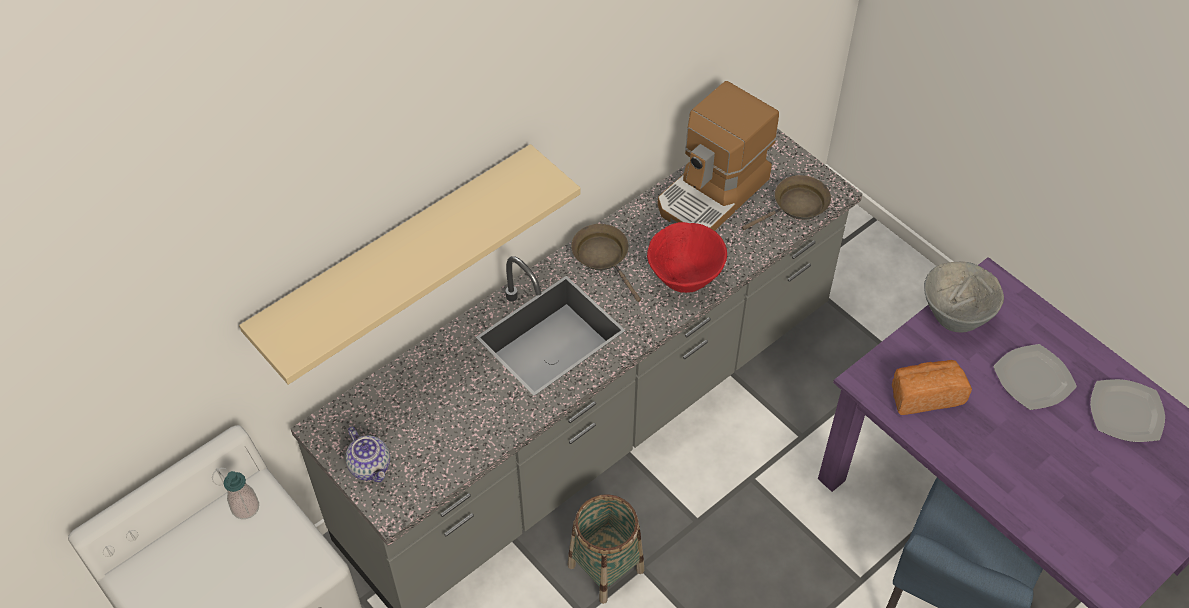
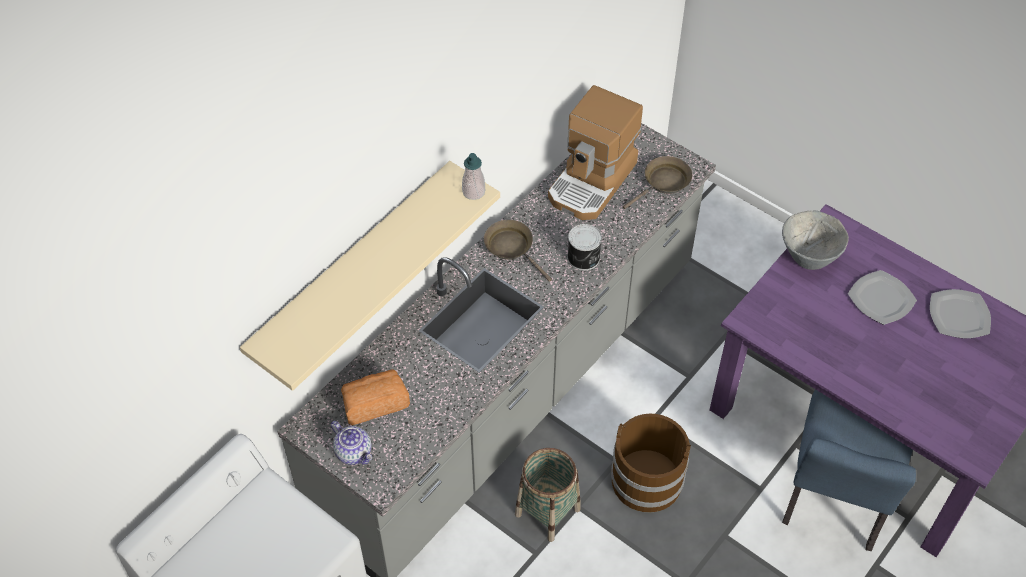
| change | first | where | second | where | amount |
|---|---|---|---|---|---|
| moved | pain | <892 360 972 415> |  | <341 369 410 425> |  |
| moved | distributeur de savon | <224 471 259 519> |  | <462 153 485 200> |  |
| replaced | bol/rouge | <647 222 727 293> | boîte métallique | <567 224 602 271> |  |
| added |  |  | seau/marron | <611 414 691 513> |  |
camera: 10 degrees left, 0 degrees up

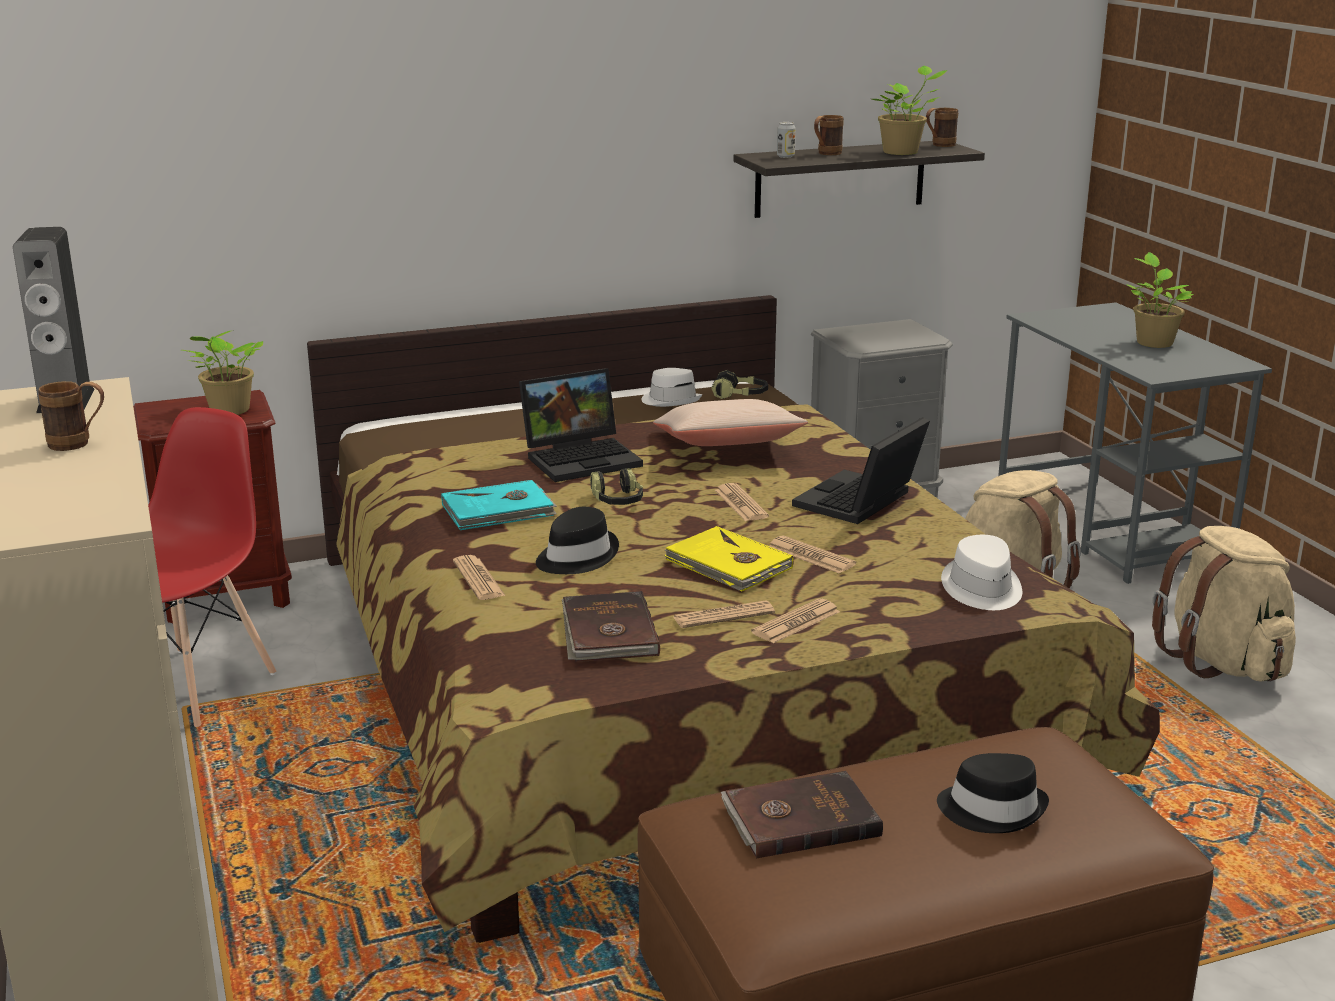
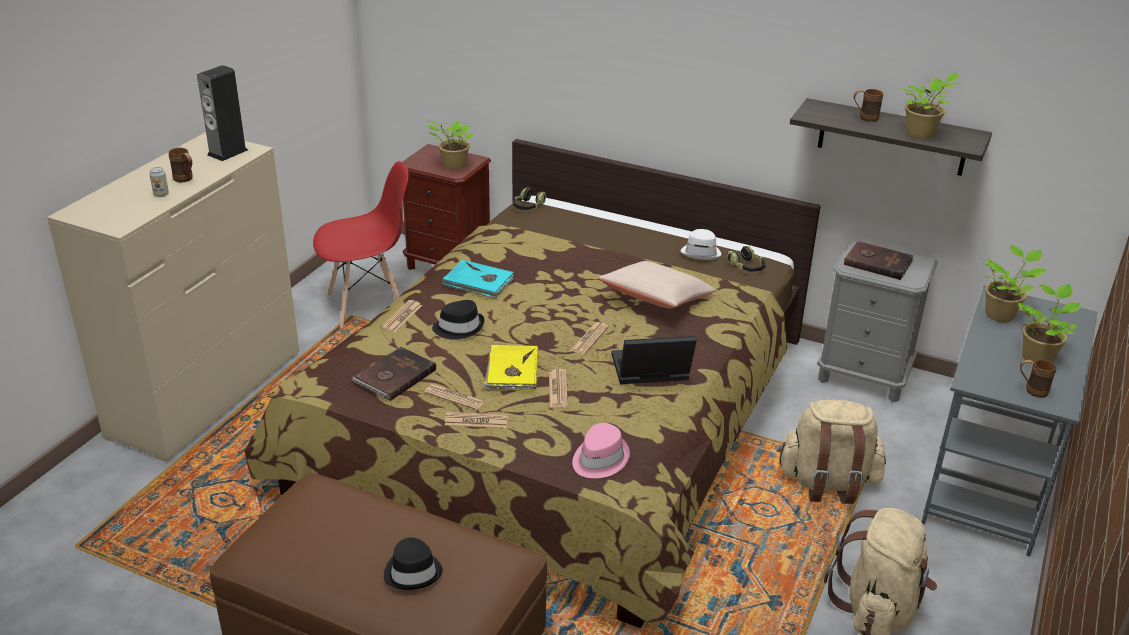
| change | first | where | second | where | amount |
|---|---|---|---|---|---|
| moved | boîte métallique | <777 122 796 158> |  | <149 167 169 197> |  |
| moved | casque audio | <590 468 643 505> |  | <513 188 546 210> |  |
| recoloured | chapeau/blanc | <941 535 1022 610> | chapeau/rose | <572 423 630 478> |  |
| moved | livre/marron | <721 771 883 858> |  | <844 241 914 280> |  |
| added |  |  | plante en pot | <982 245 1046 322> |  |
| moved | mug/marron | <926 108 958 147> |  | <1020 359 1057 398> |  |
| removed | ordinateur portable | <519 368 643 482> |  |  |  |
camera: 45 degrees right, 10 degrees up

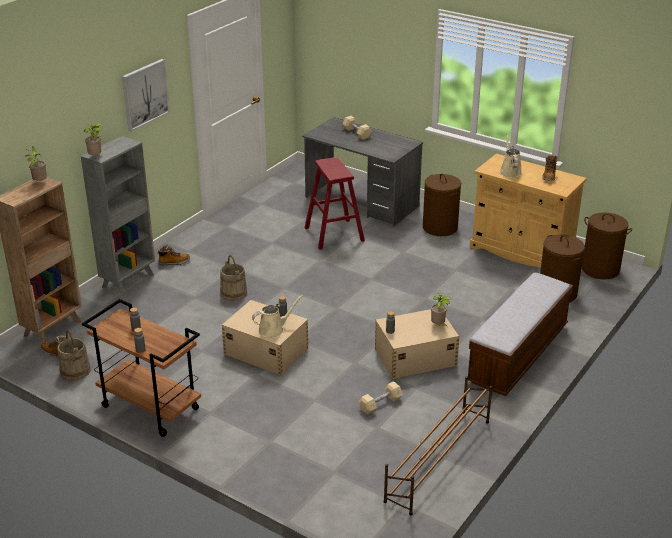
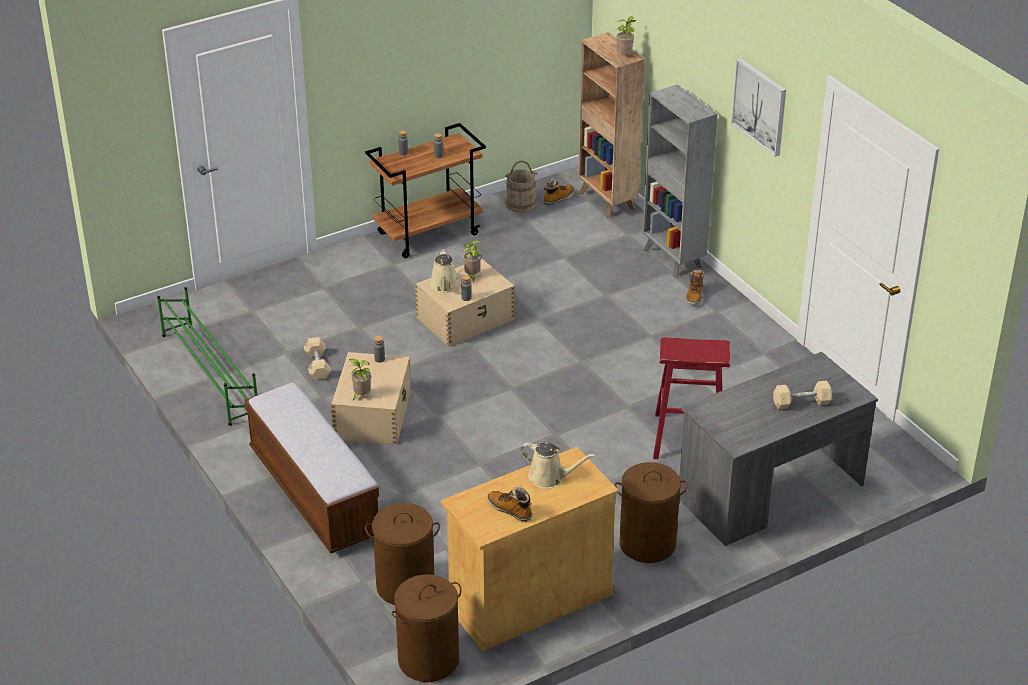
| change | first | where | second | where | amount |
|---|---|---|---|---|---|
| recoloured | étagère à chaussures/marron | <384 376 492 515> | étagère à chaussures/vert | <157 287 257 426> |  |
| moved | plante en pot | <84 123 103 155> |  | <463 240 481 282> |  |
| removed | seau/beige | <220 255 247 301> |  |  |  |
camera: 115 degrees right, 5 degrees up

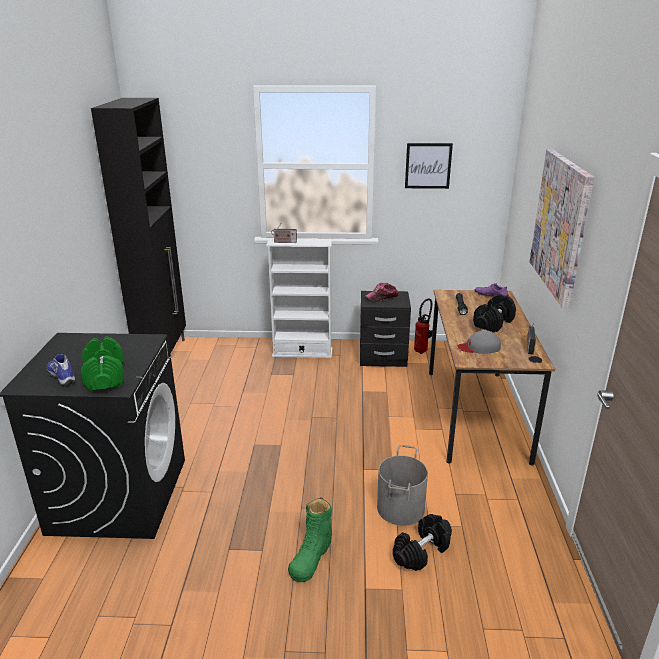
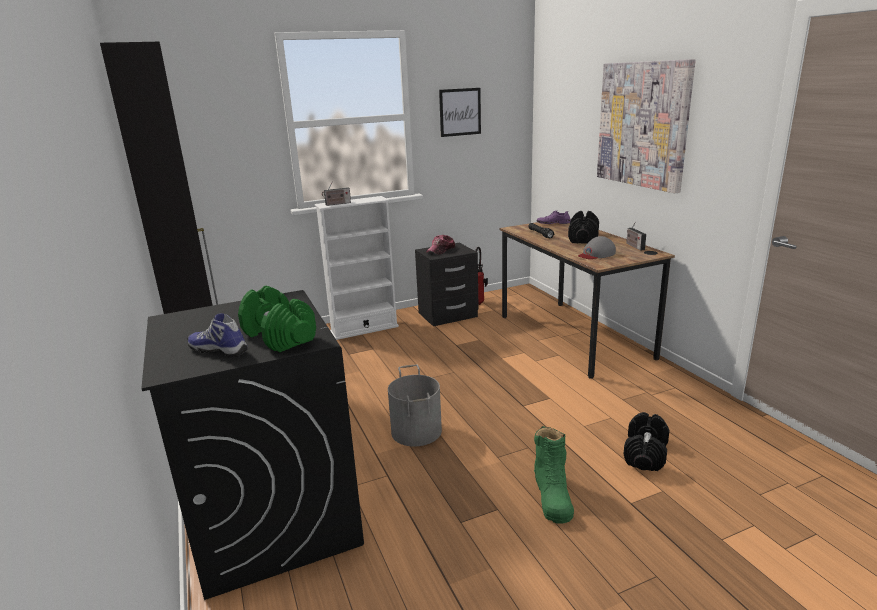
| change | first | where | second | where | amount |
|---|---|---|---|---|---|
| moved | seau/gris | <377 445 428 526> |  | <388 364 442 446> |  |
camera: 25 degrees left, 5 degrees down

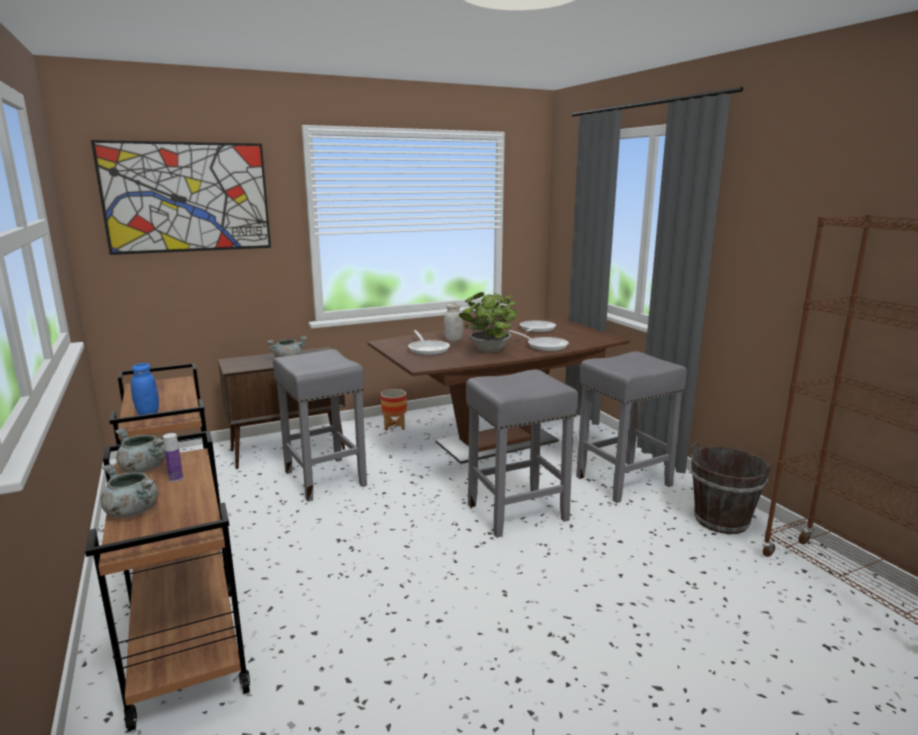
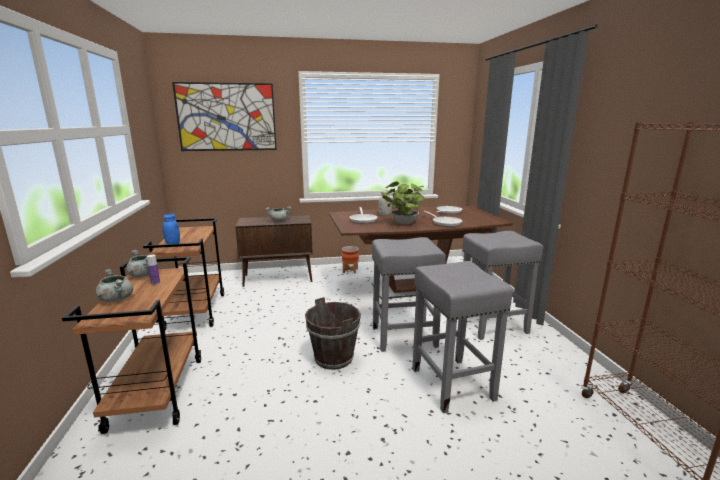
| change | first | where | second | where | amount |
|---|---|---|---|---|---|
| moved | seau/marron | <691 442 773 534> |  | <305 297 361 370> |  |
| moved | tabouret/gris | <273 349 367 502> |  | <412 261 513 413> |  |
camera: 15 degrees right, 0 degrees up

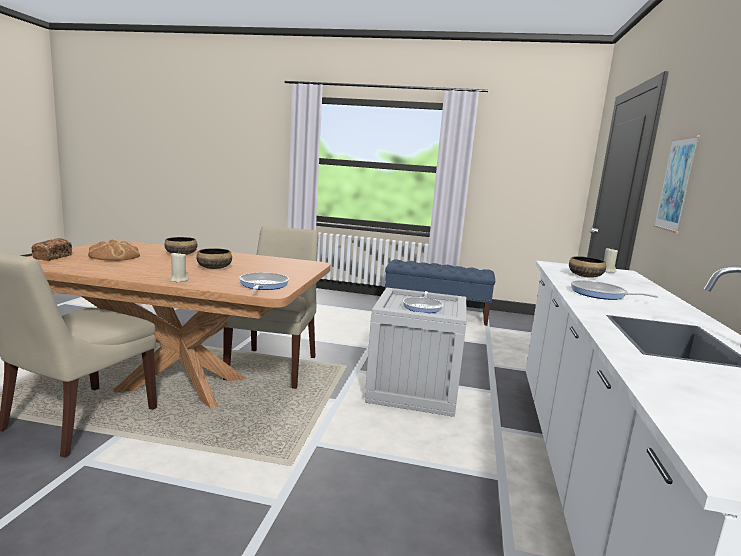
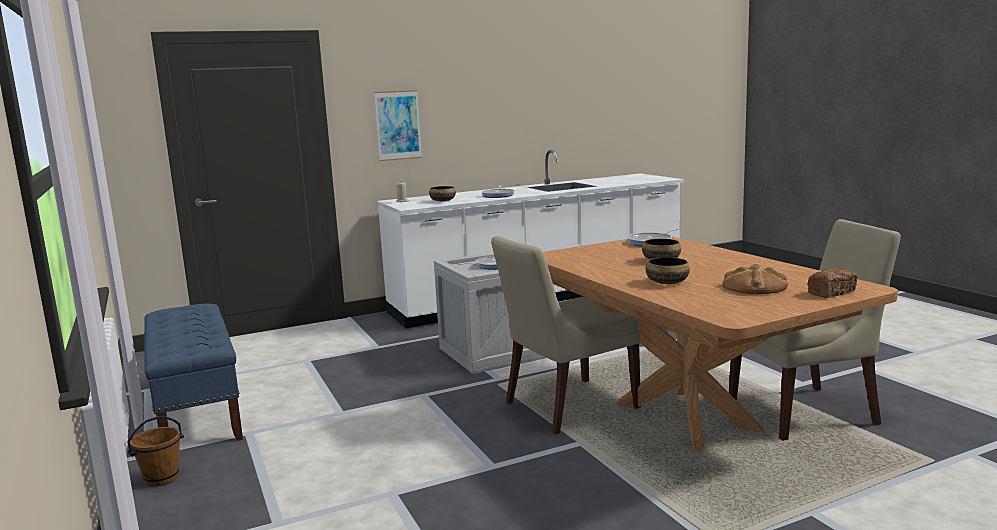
| change | first | where | second | where | amount |
|---|---|---|---|---|---|
| added |  |  | seau/marron | <127 416 184 487> |  |
| removed | bougie/beige | <170 251 189 283> |  |  |  |
camera: 125 degrees left, 0 degrees up

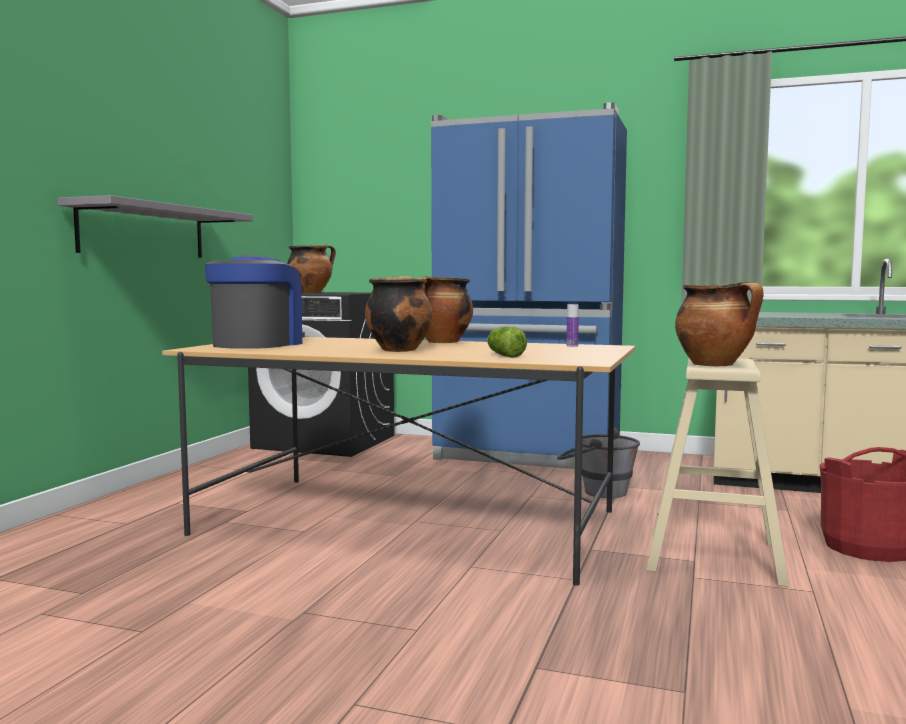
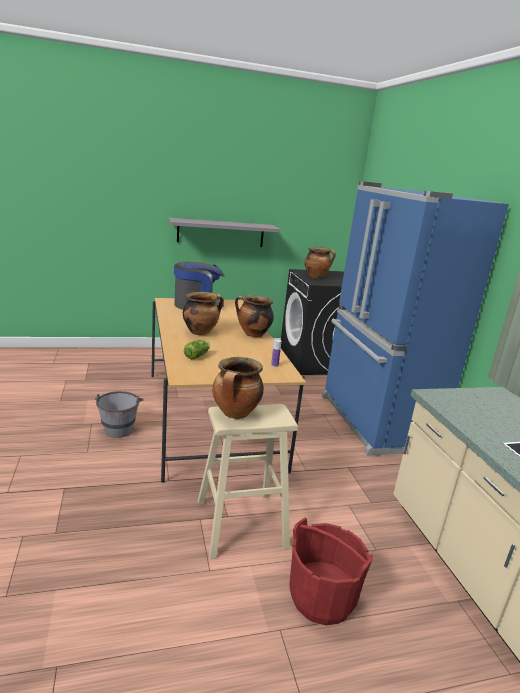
| change | first | where | second | where | amount |
|---|---|---|---|---|---|
| moved | seau/gris | <557 428 640 498> |  | <95 391 144 438> |  |
camera: 55 degrees right, 15 degrees up

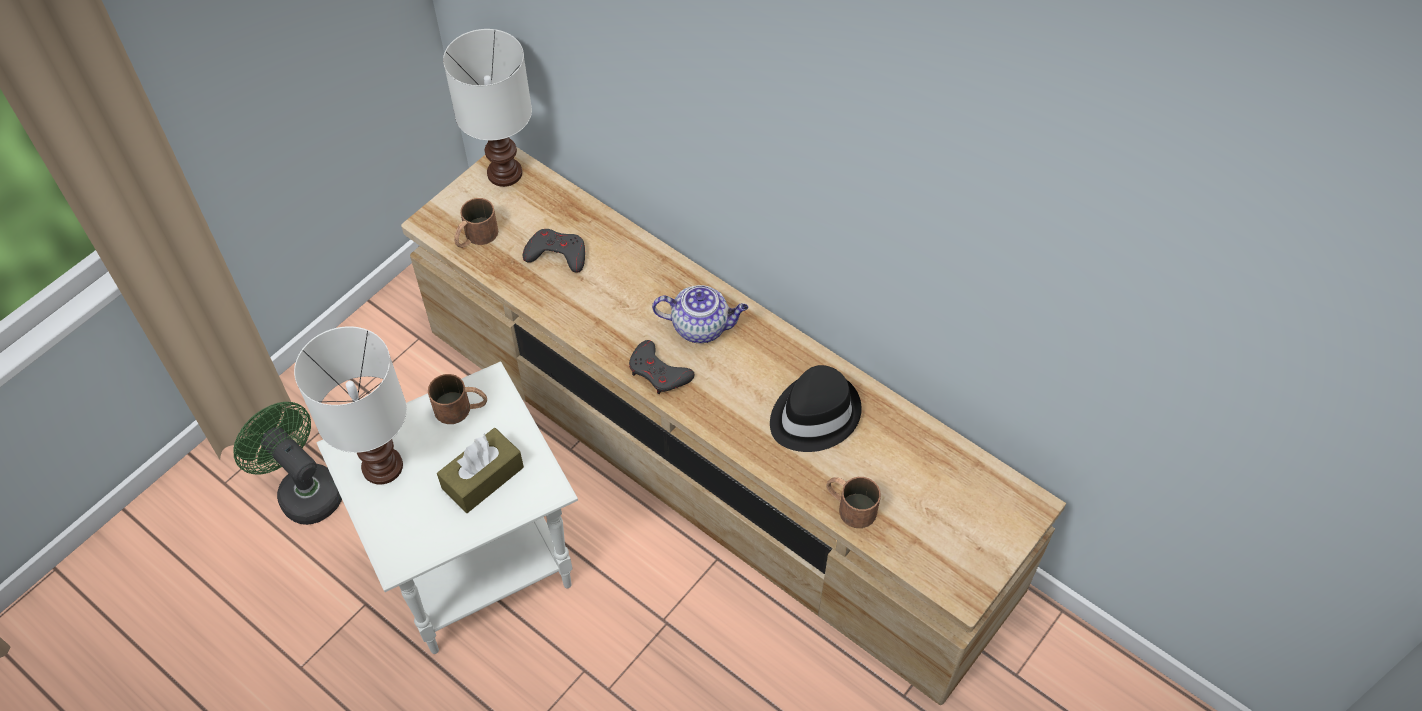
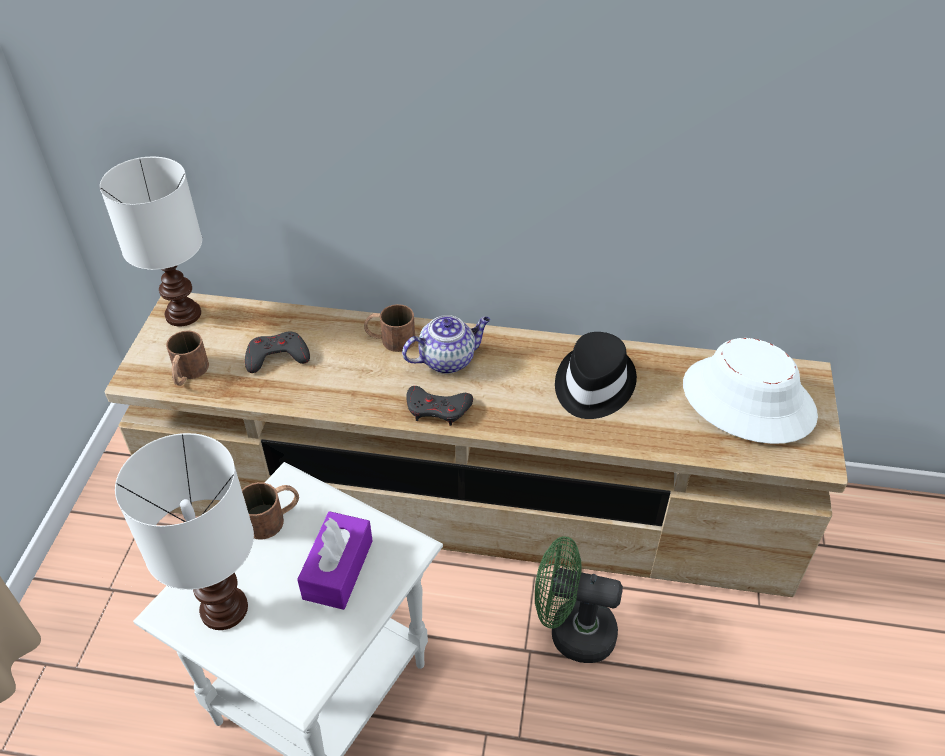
| change | first | where | second | where | amount |
|---|---|---|---|---|---|
| recoloured | boîte à mouchoirs/marron | <437 428 524 513> | boîte à mouchoirs/violet | <297 511 373 610> |  |
| moved | mug/marron | <826 477 881 528> |  | <364 304 415 352> |  |
| moved | ventilateur/vert | <233 402 342 525> |  | <535 536 623 663> |  |
| added |  |  | chapeau/blanc | <683 338 818 444> |  |
camera: 30 degrees left, 10 degrees down

